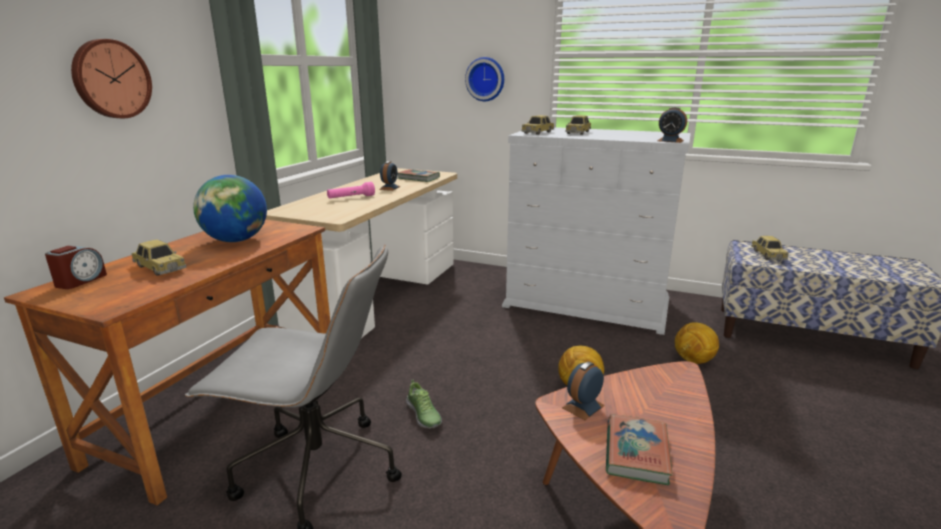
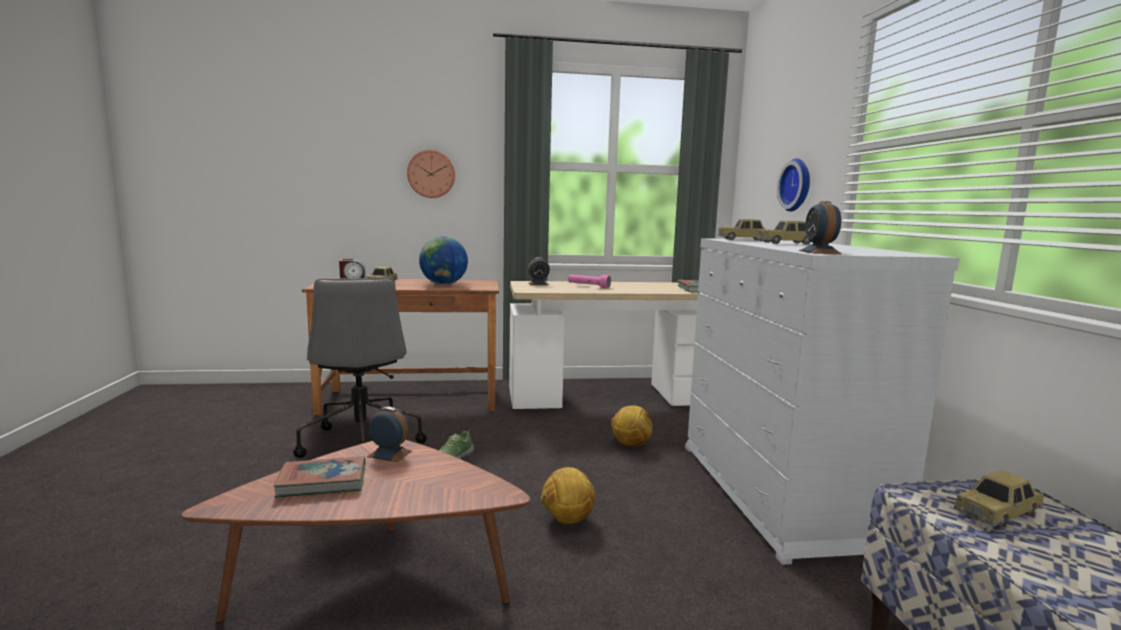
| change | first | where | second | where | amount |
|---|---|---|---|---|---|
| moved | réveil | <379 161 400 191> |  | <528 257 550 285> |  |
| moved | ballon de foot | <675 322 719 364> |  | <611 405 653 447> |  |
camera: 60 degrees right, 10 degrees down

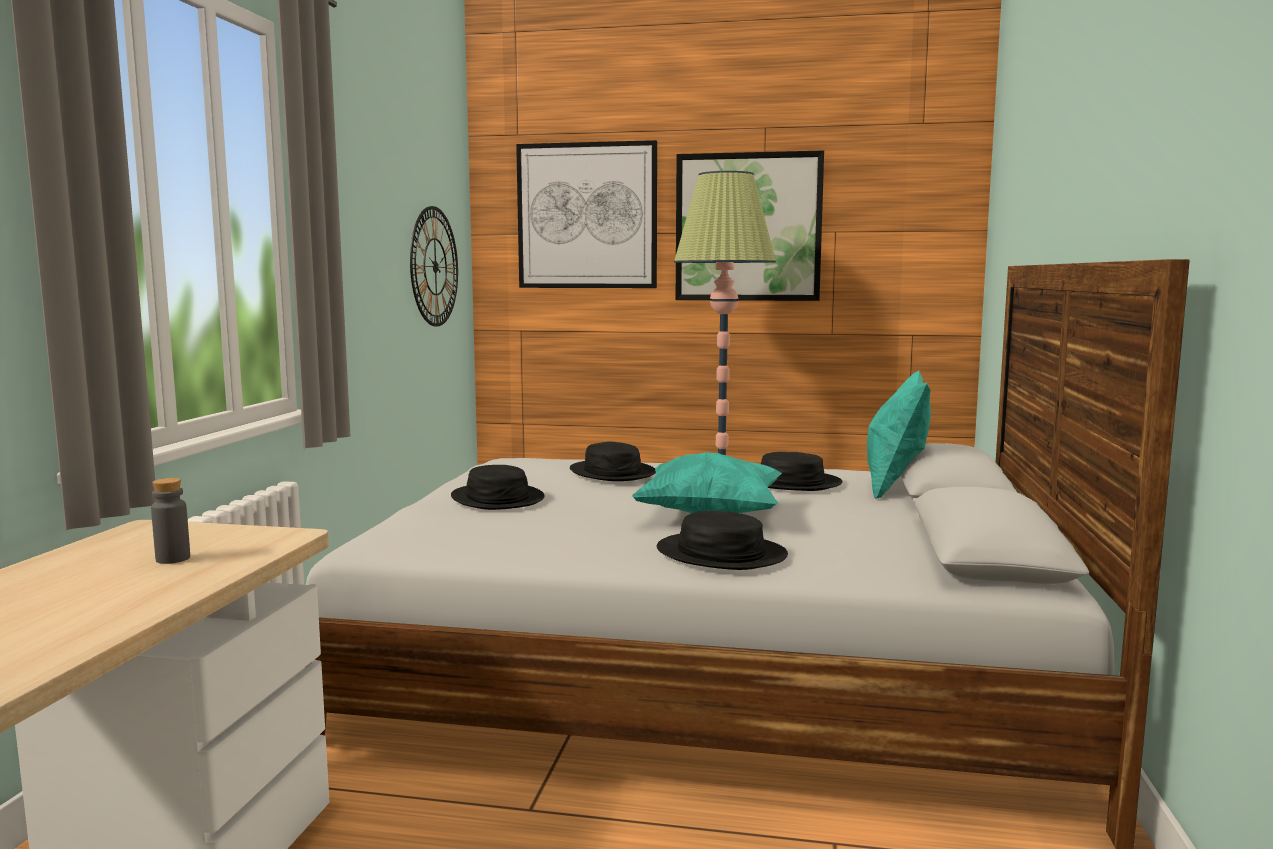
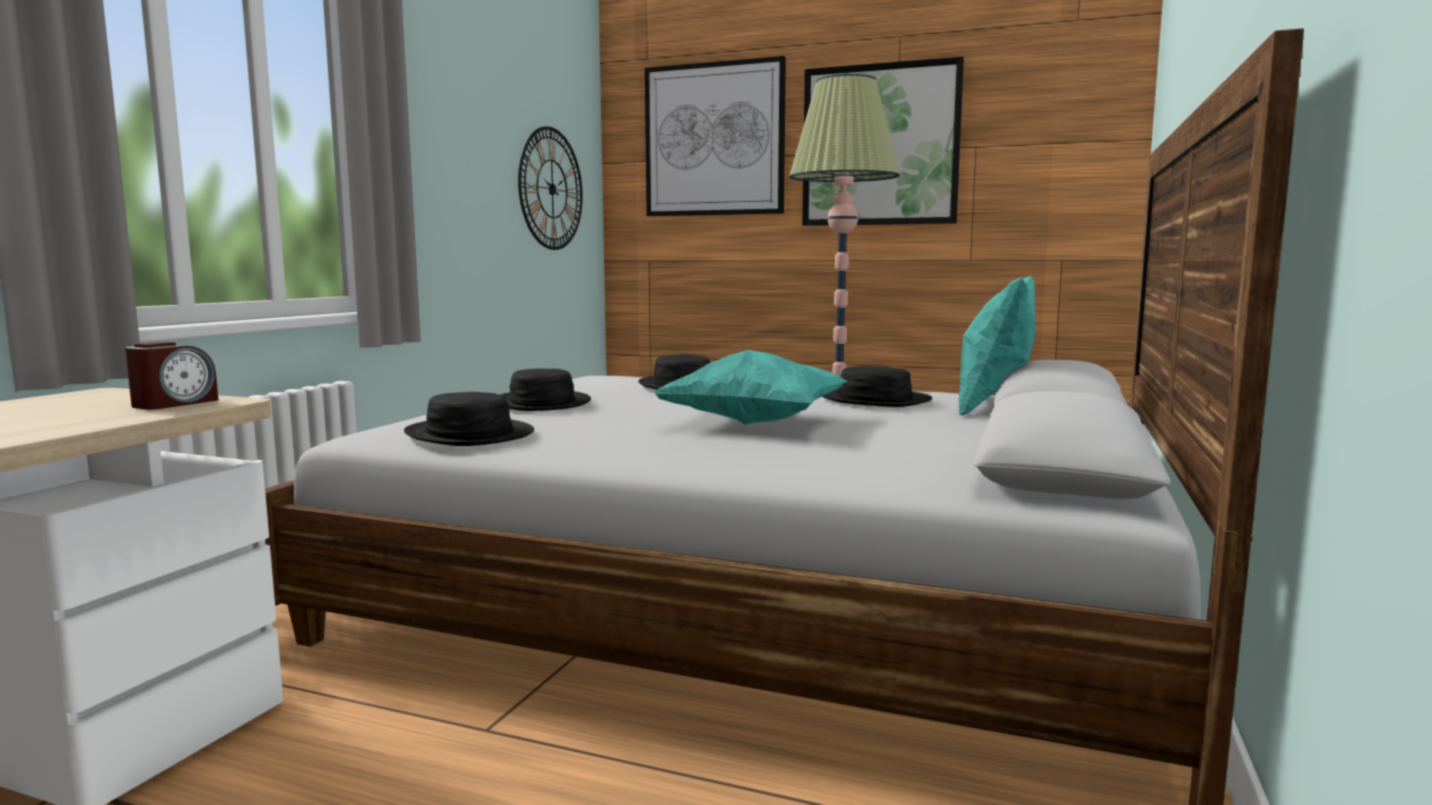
| change | first | where | second | where | amount |
|---|---|---|---|---|---|
| added |  |  | réveil | <125 341 218 410> |  |
| moved | chapeau/noir | <657 511 788 570> |  | <404 392 534 446> |  |
| removed | bouteille/gris | <151 478 190 564> |  |  |  |
camera: 10 degrees right, 0 degrees up

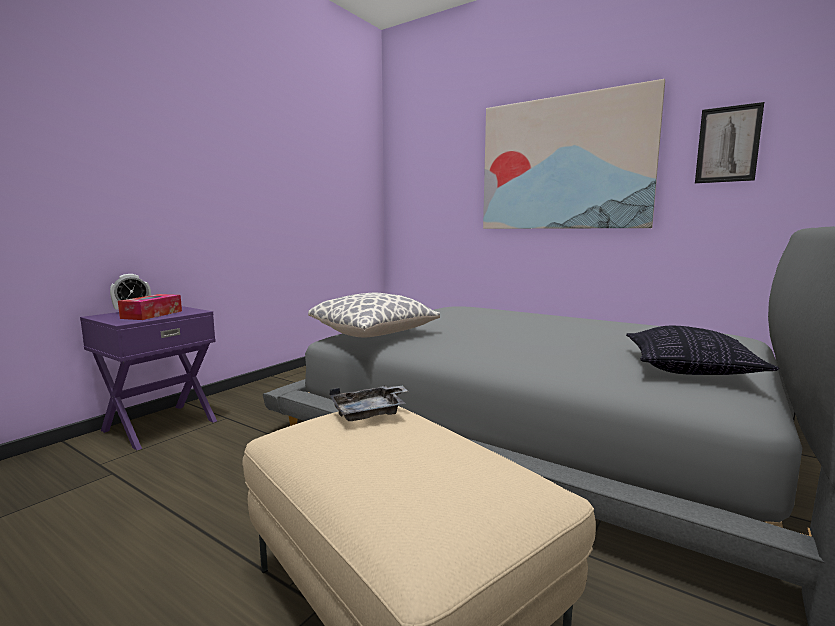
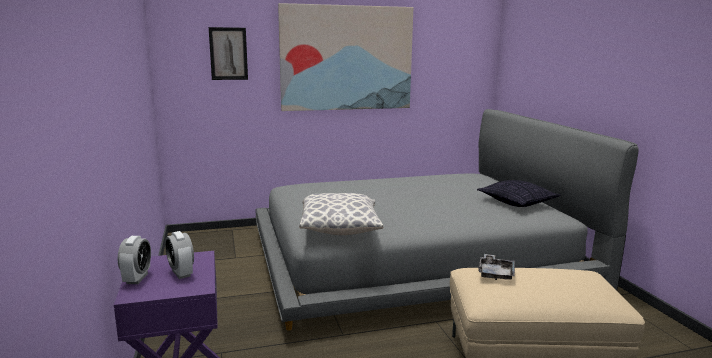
| change | first | where | second | where | amount |
|---|---|---|---|---|---|
| replaced | boîte à mouchoirs | <118 294 182 320> | réveil | <165 231 194 279> |  |
| moved | tableau | <695 102 764 183> |  | <209 27 248 80> |  |
camera: 50 degrees left, 5 degrees up

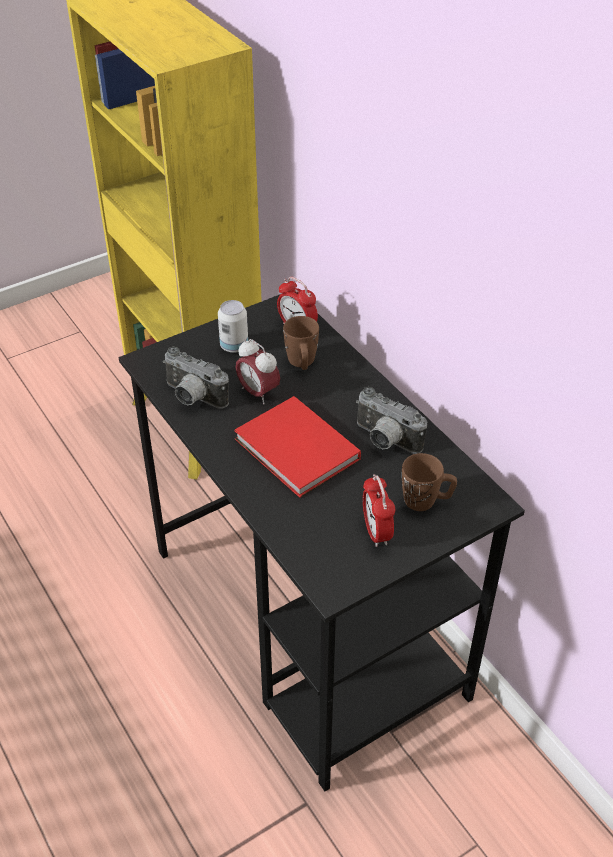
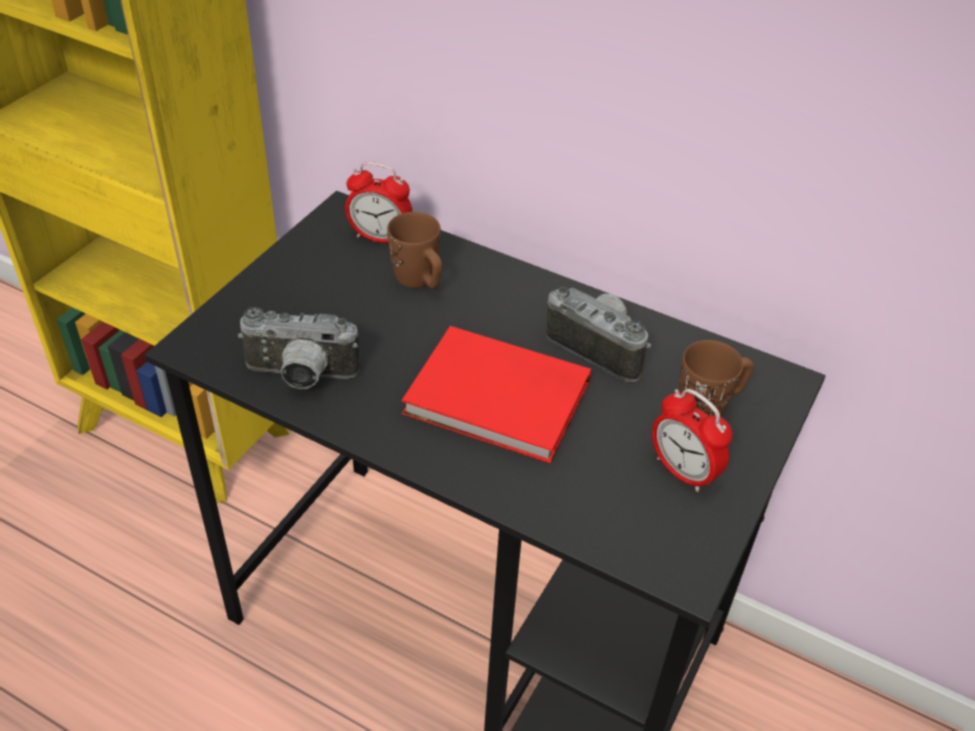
| change | first | where | second | where | amount |
|---|---|---|---|---|---|
| turned | appareil photo | <356 387 427 454> |  | <546 287 651 382> | 150 degrees counterclockwise |
| removed | boîte métallique | <218 300 248 353> |  |  |  |
| removed | réveil | <236 339 280 404> |  |  |  |
camera: 30 degrees left, 0 degrees up

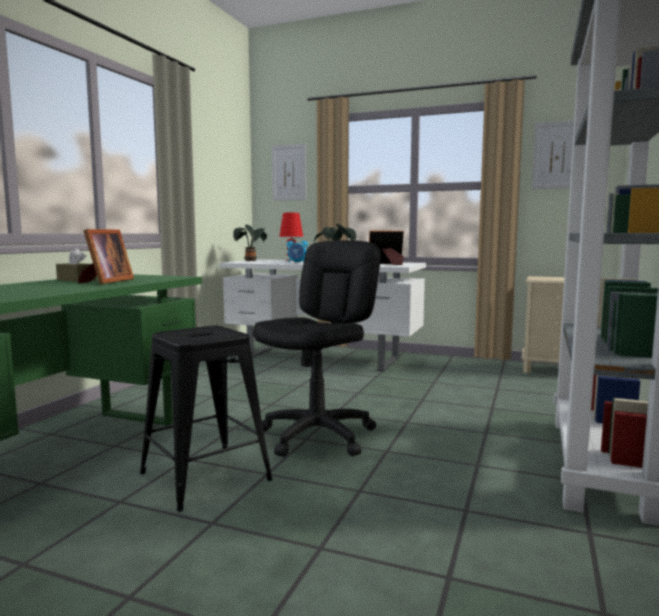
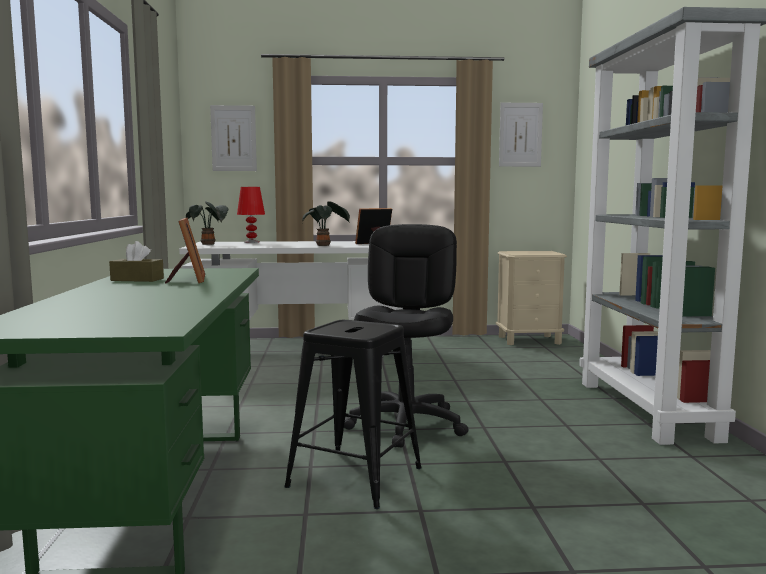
| change | first | where | second | where | amount |
|---|---|---|---|---|---|
| removed | réveil | <287 237 308 263> |  |  |  |
camera: 25 degrees left, 0 degrees up

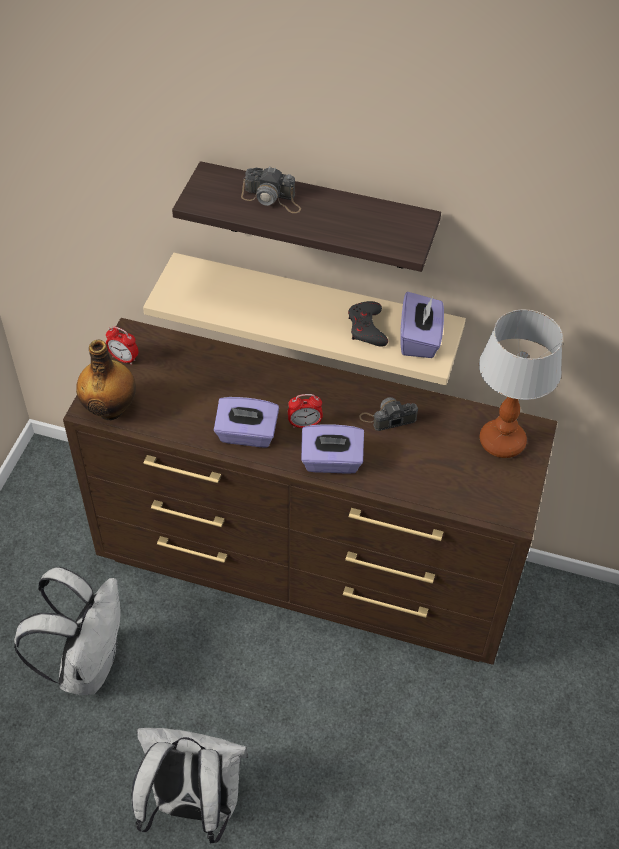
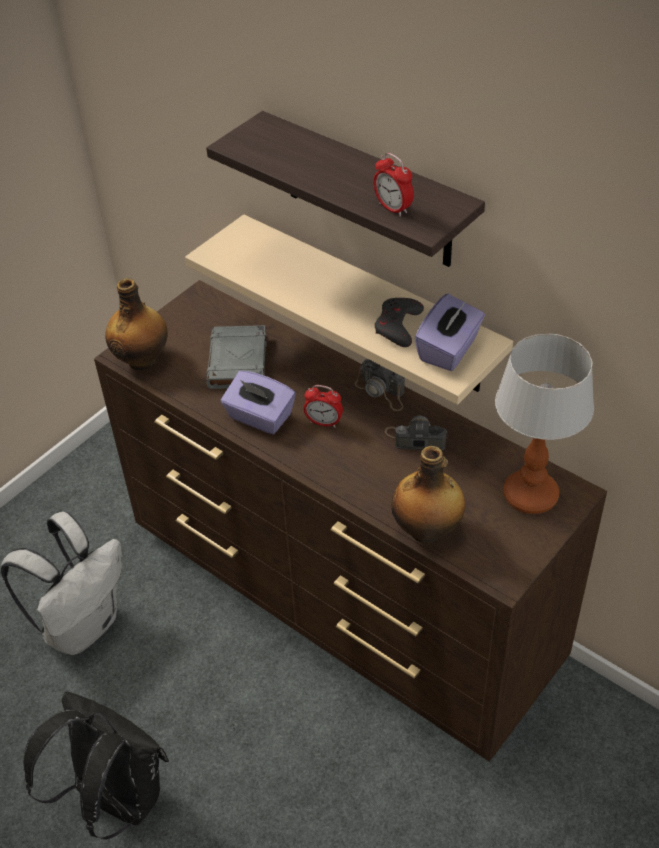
| change | first | where | second | where | amount |
|---|---|---|---|---|---|
| recoloured | sac à dos/blanc | <131 728 248 843> | sac à dos/noir | <24 691 169 839> |  |
| added |  |  | livre/gris | <206 325 267 389> |  |
| moved | appareil photo | <241 167 301 213> |  | <355 359 405 411> |  |
| moved | réveil | <106 326 138 365> |  | <373 153 414 217> |  |
| added |  |  | bouteille | <391 446 465 543> |  |
| removed | boîte à mouchoirs/violet | <301 424 364 474> |  |  |  |
camera: 25 degrees right, 5 degrees down

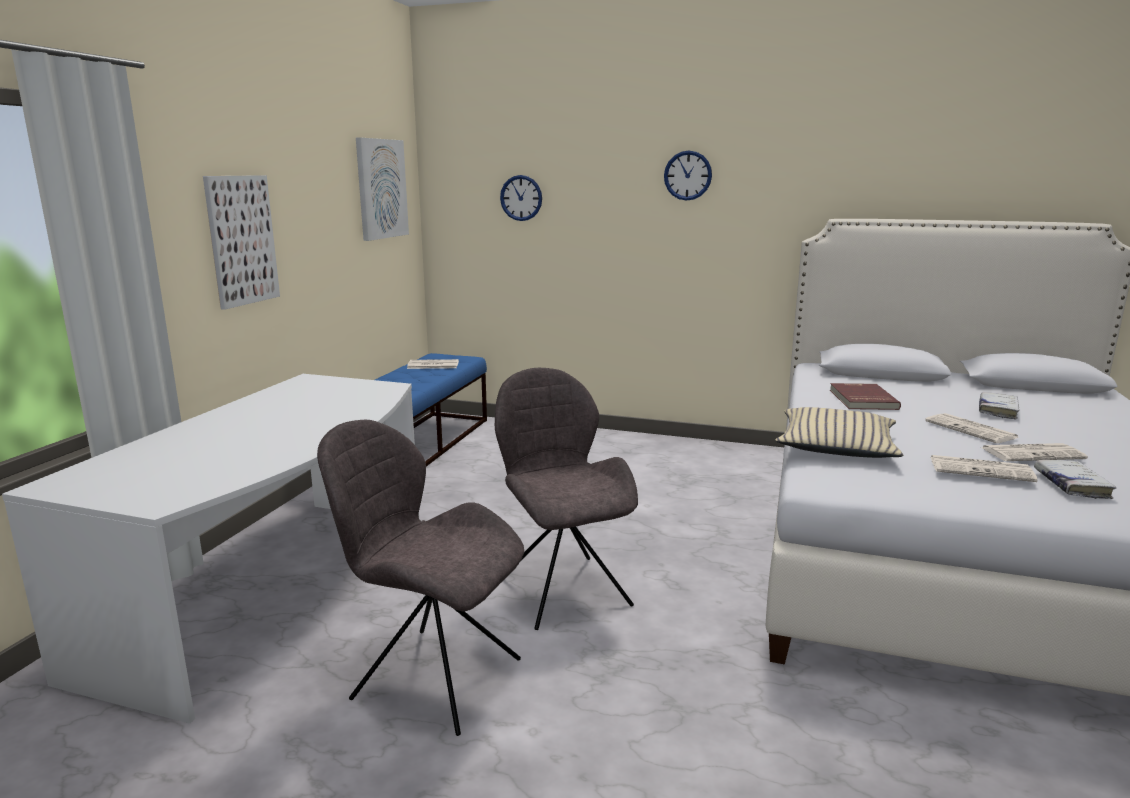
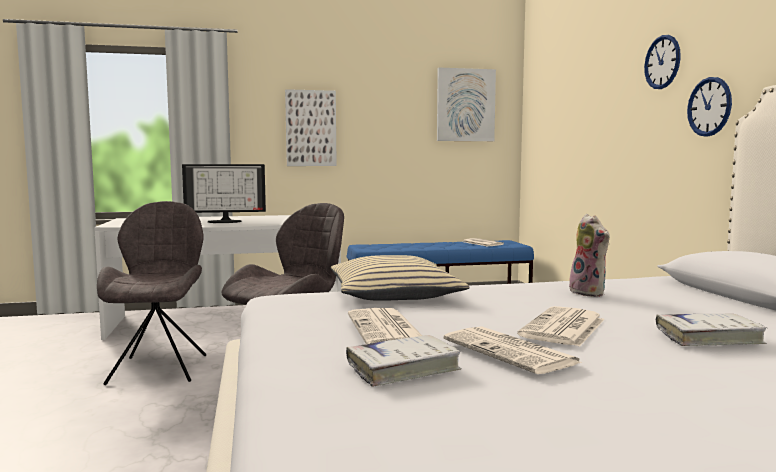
| change | first | where | second | where | amount |
|---|---|---|---|---|---|
| added |  |  | écran d'ordinateur | <182 164 266 223> |  |
| replaced | livre/rouge | <830 383 901 410> | peluche | <569 214 610 297> |  |
| moved | horloge murale | <500 175 542 221> |  | <687 77 732 137> |  |
camera: 60 degrees right, 10 degrees down

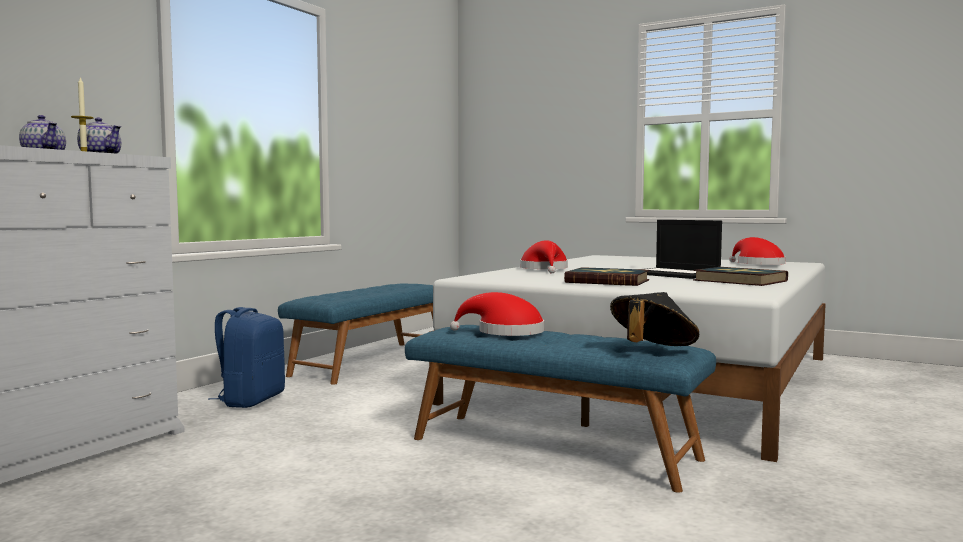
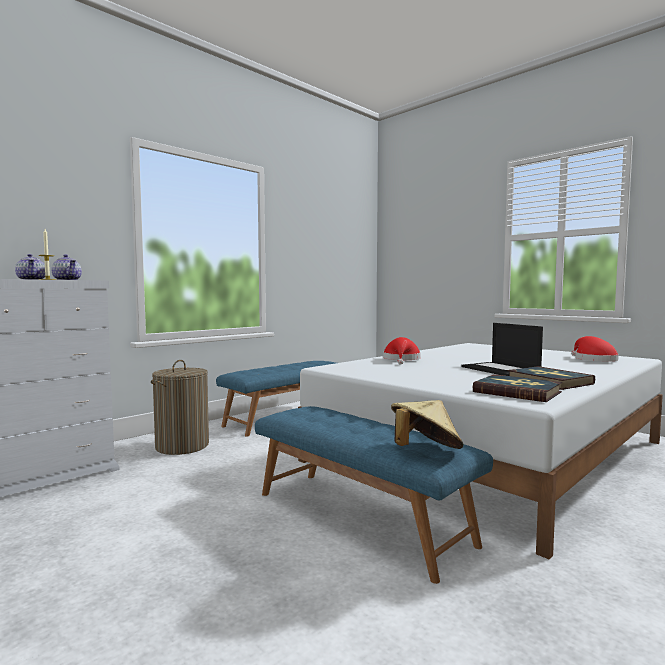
| change | first | where | second | where | amount |
|---|---|---|---|---|---|
| replaced | sac à dos/bleu | <208 307 285 408> | panier à linge | <151 360 209 455> |  |
| recoloured | chapeau/noir | <610 292 699 346> | chapeau/beige | <391 400 464 449> |  |
| moved | livre | <564 267 650 286> |  | <473 374 562 402> |  |
| removed | chapeau/rouge | <450 292 544 336> |  |  |  |
camera: 15 degrees right, 0 degrees up

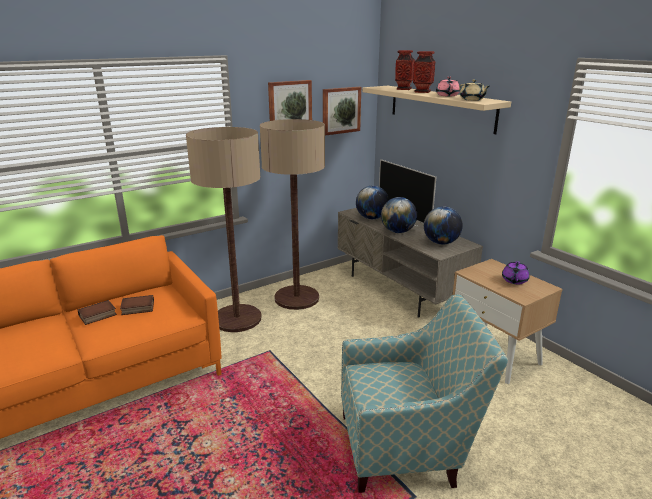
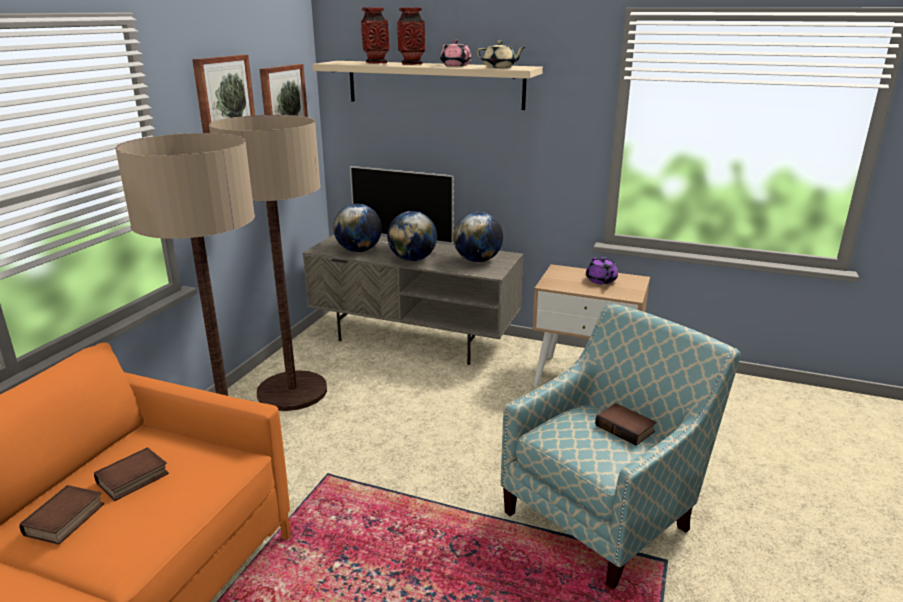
| change | first | where | second | where | amount |
|---|---|---|---|---|---|
| added |  |  | livre | <595 403 656 446> |  |
camera: 35 degrees left, 0 degrees up

